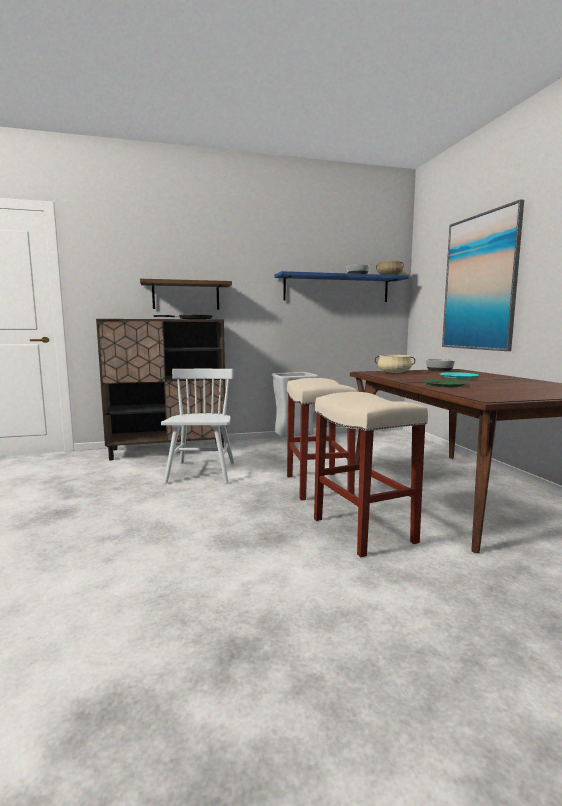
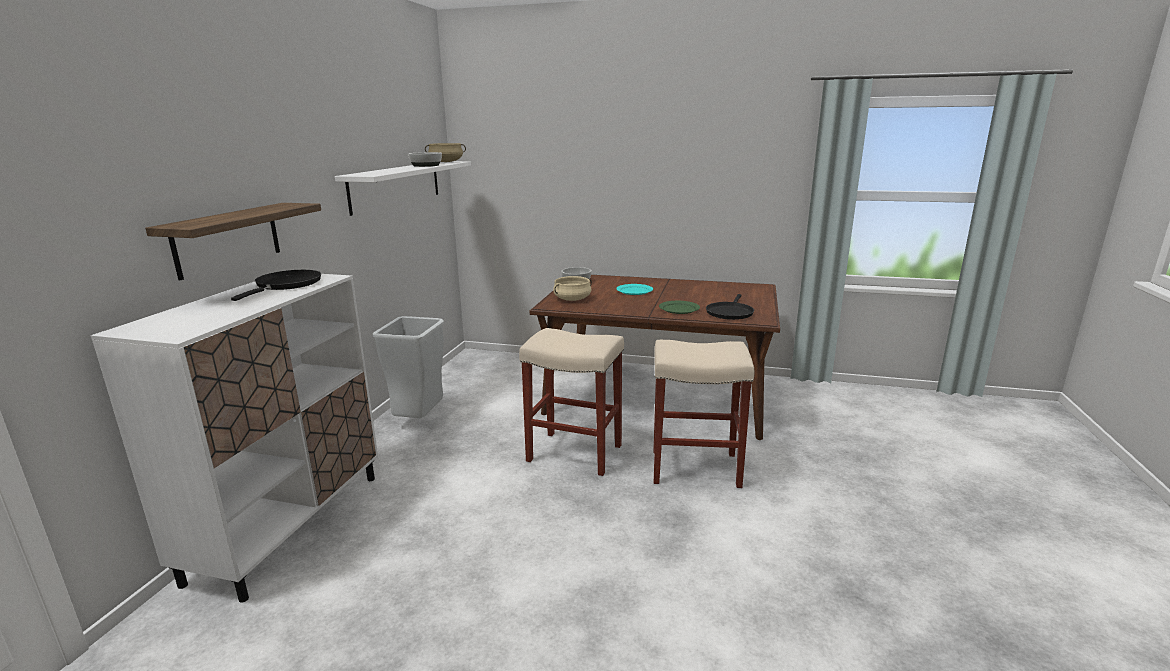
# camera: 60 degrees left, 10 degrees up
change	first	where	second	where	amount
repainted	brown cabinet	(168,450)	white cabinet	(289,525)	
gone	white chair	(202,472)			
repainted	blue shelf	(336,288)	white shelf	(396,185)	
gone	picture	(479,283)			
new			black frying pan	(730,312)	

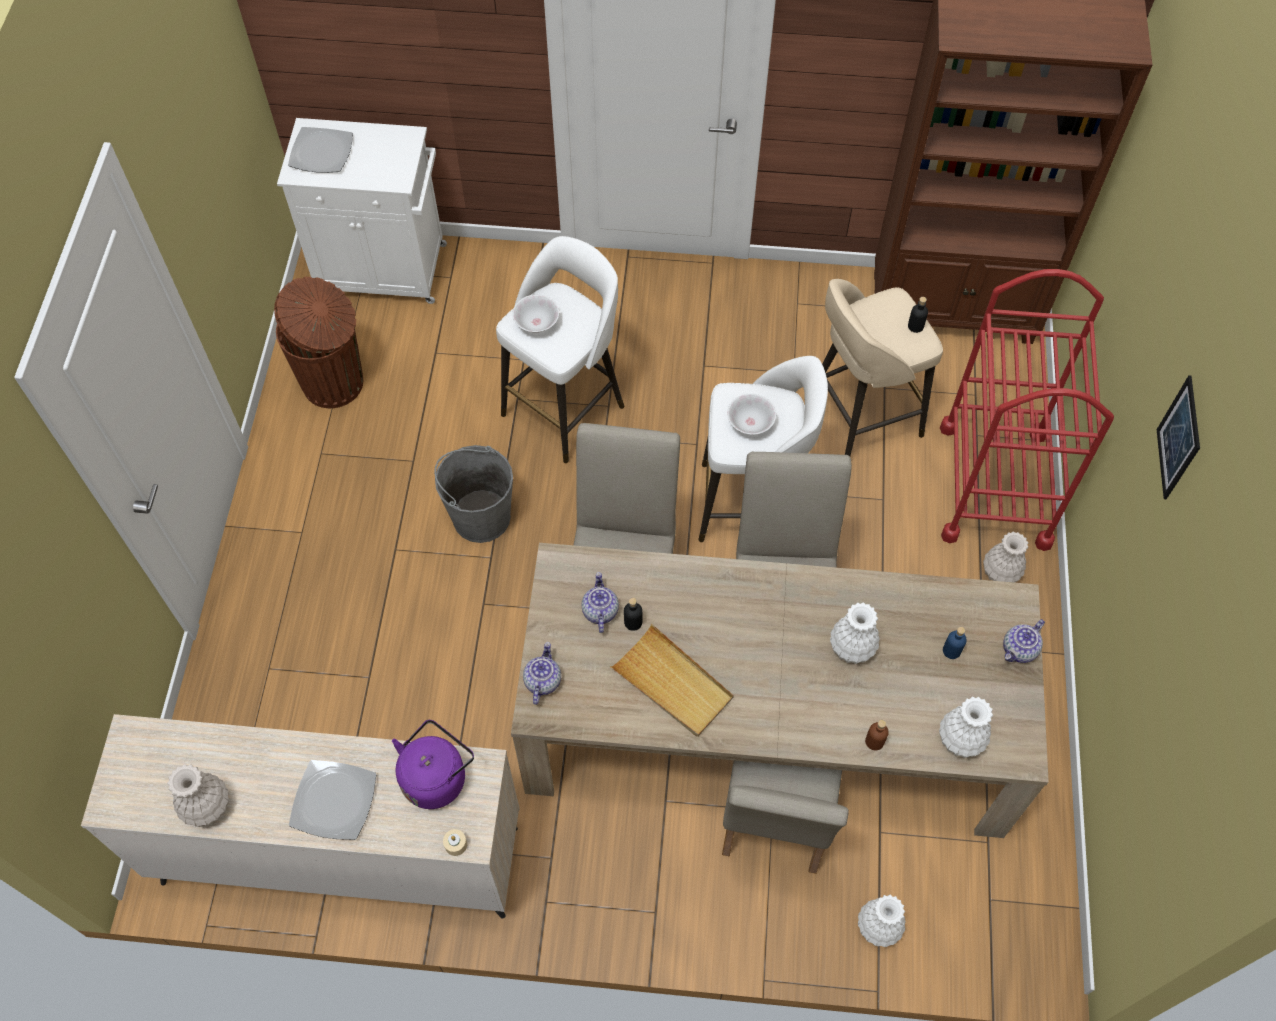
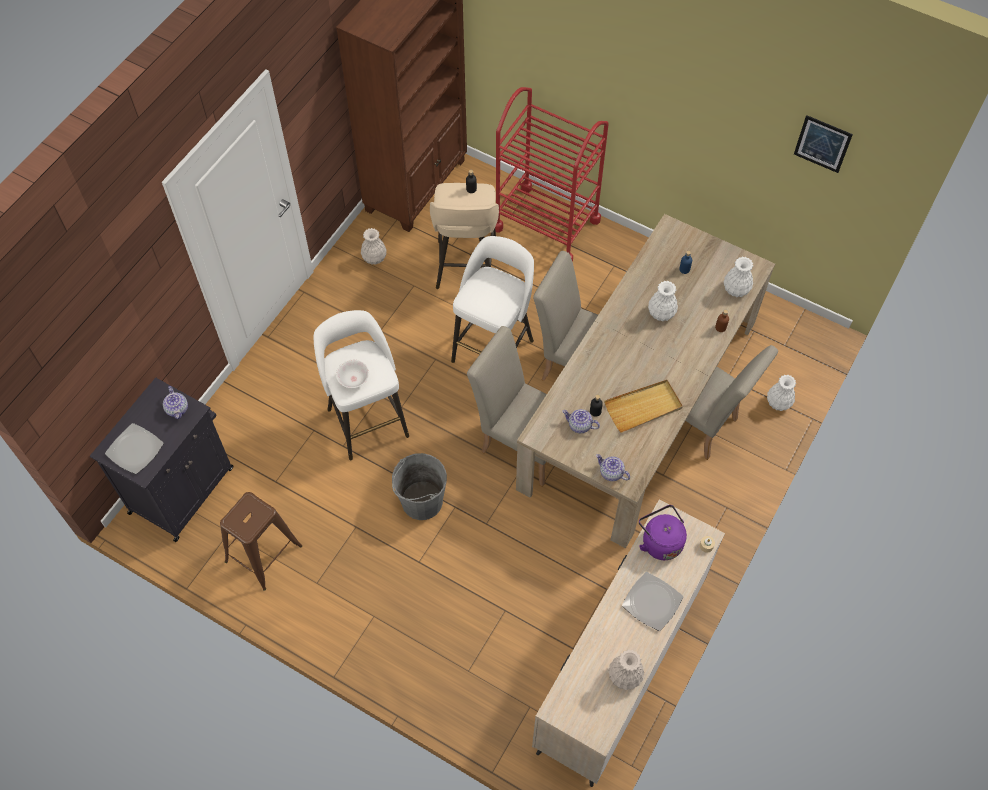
# camera: 65 degrees left, 0 degrees up
change	first	where	second	where	amount
swapped	brown trash can	(335,383)	brown stool	(263,554)	
repainted	white cabinet	(384,270)	black cabinet	(183,488)	
gone	white bowl	(750,423)			
shifted	white vase	(1001,572)		(374,257)	
shifted	teapot	(1019,650)		(177,409)	
shifted	picture	(1178,438)		(822,144)	

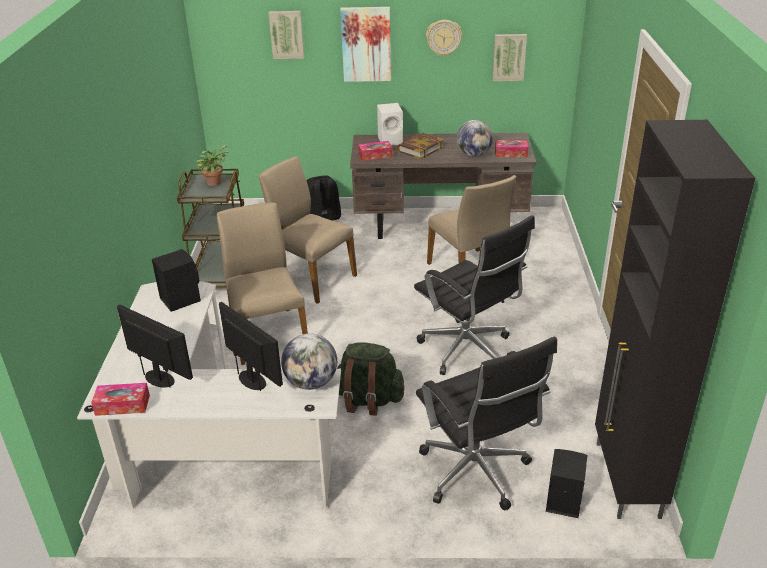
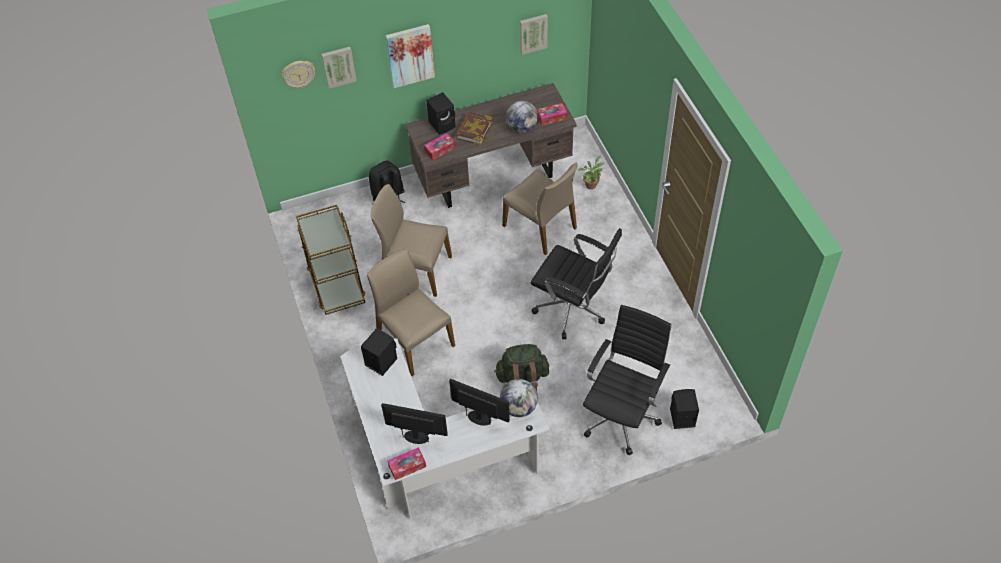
# camera: 20 degrees left, 20 degrees up
change	first	where	second	where	amount
shifted	potted plant	(215,182)		(591,184)	
repainted	white speaker	(391,140)	black speaker	(443,124)	
rotated	black office chair	(477,475)		(622,416)	105 degrees counterclockwise
shifted	wall clock	(443,37)		(298,73)	
gone	black cabinet	(626,480)			

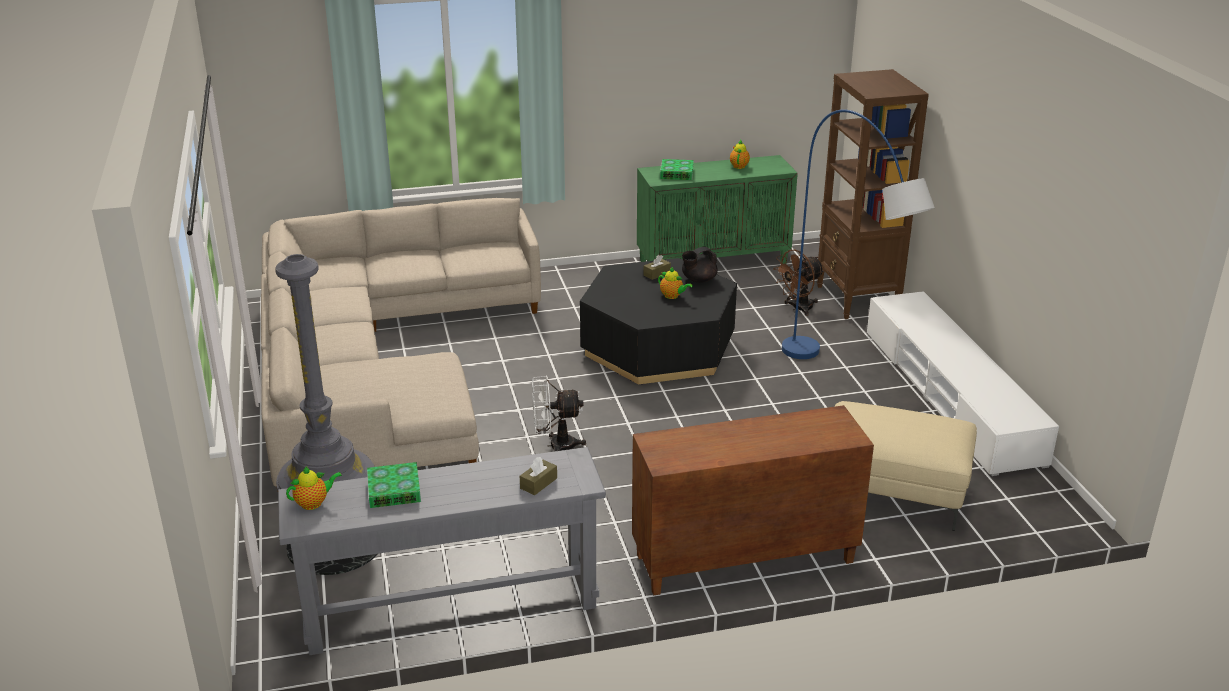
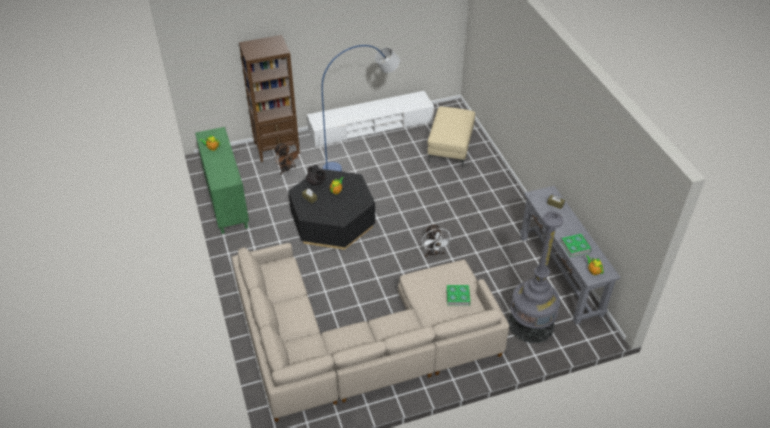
# camera: 95 degrees left, 15 degrees up
change	first	where	second	where	amount
gone	brown cabinet	(743,560)			
shifted	book	(677,173)		(458,297)	

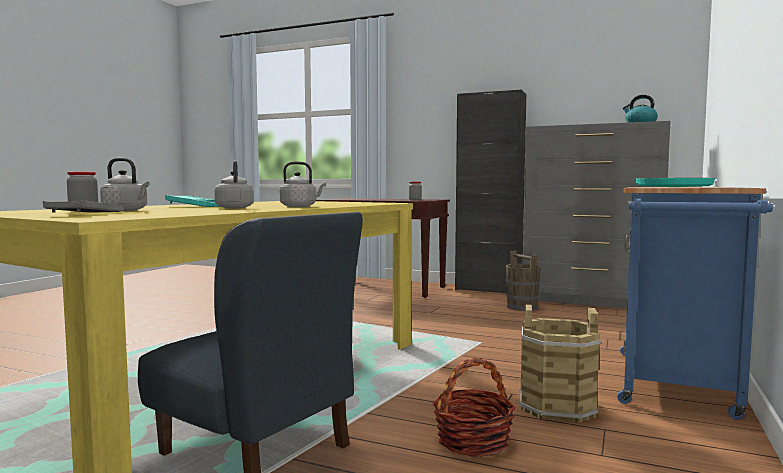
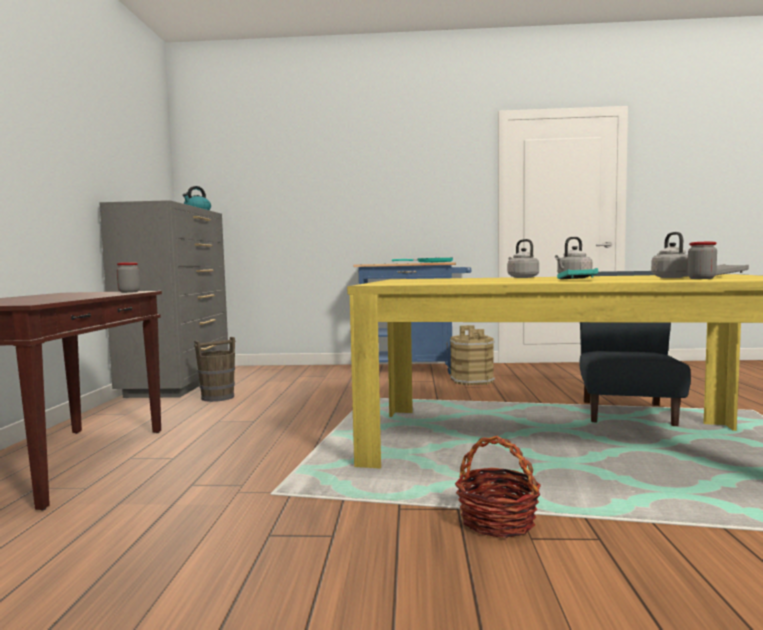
# camera: 110 degrees left, 0 degrees up
change	first	where	second	where	amount
shifted	basket	(473,441)		(497,521)	
gone	black cabinet	(488,290)			

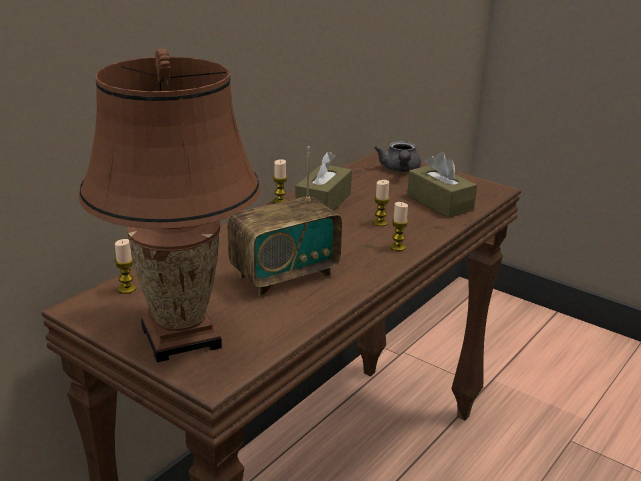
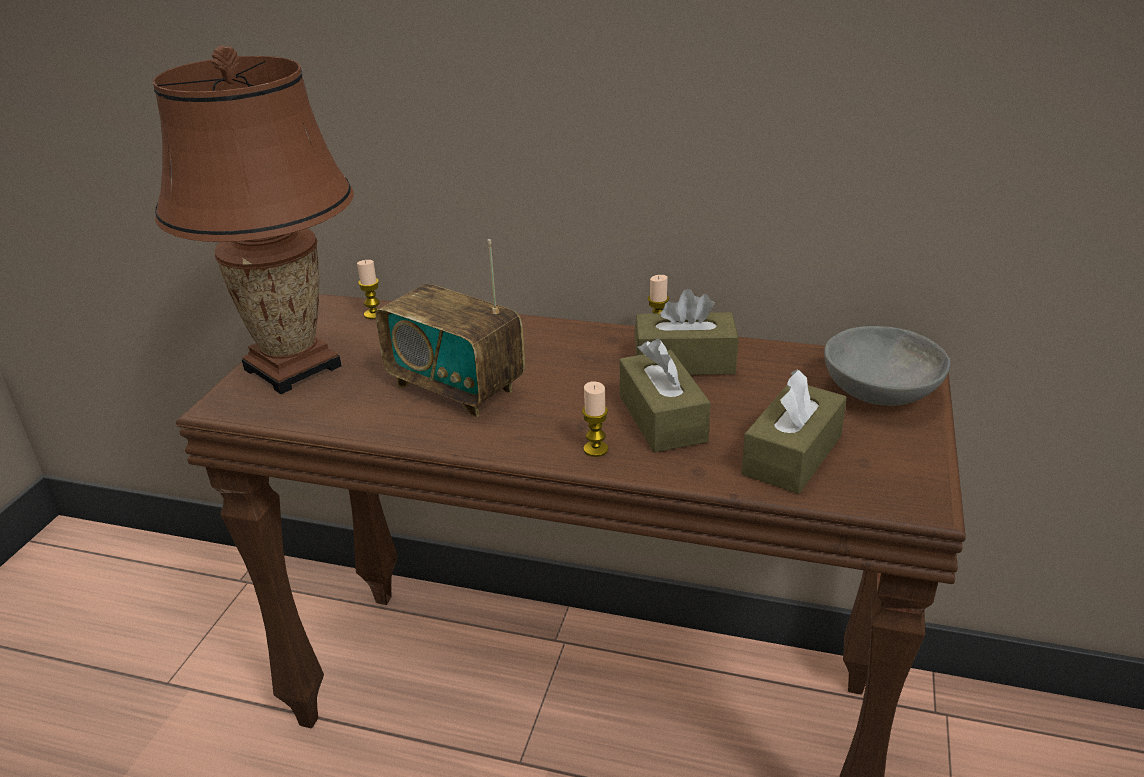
# camera: 70 degrees right, 5 degrees up
change	first	where	second	where	amount
swapped	candle	(380,223)	brown tissue box	(662,418)	
swapped	grey teapot	(400,170)	grey bowl	(881,393)	

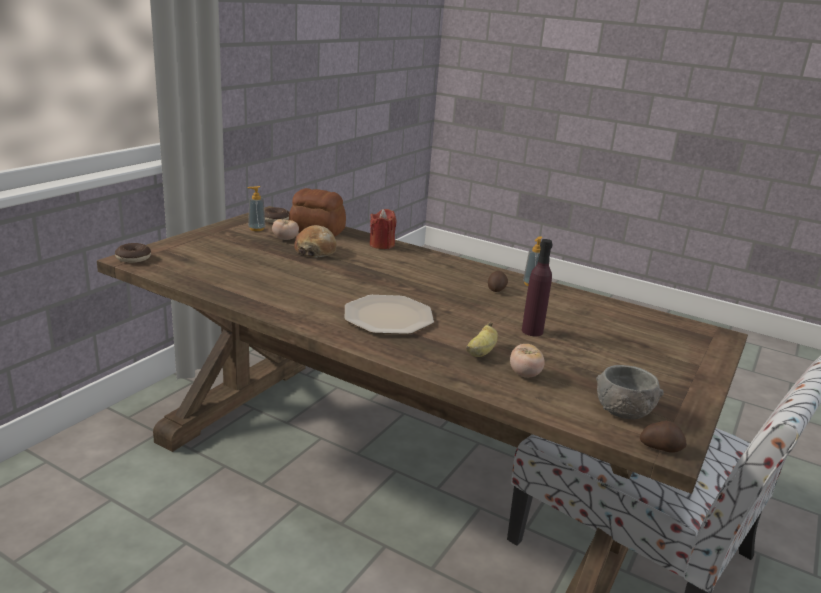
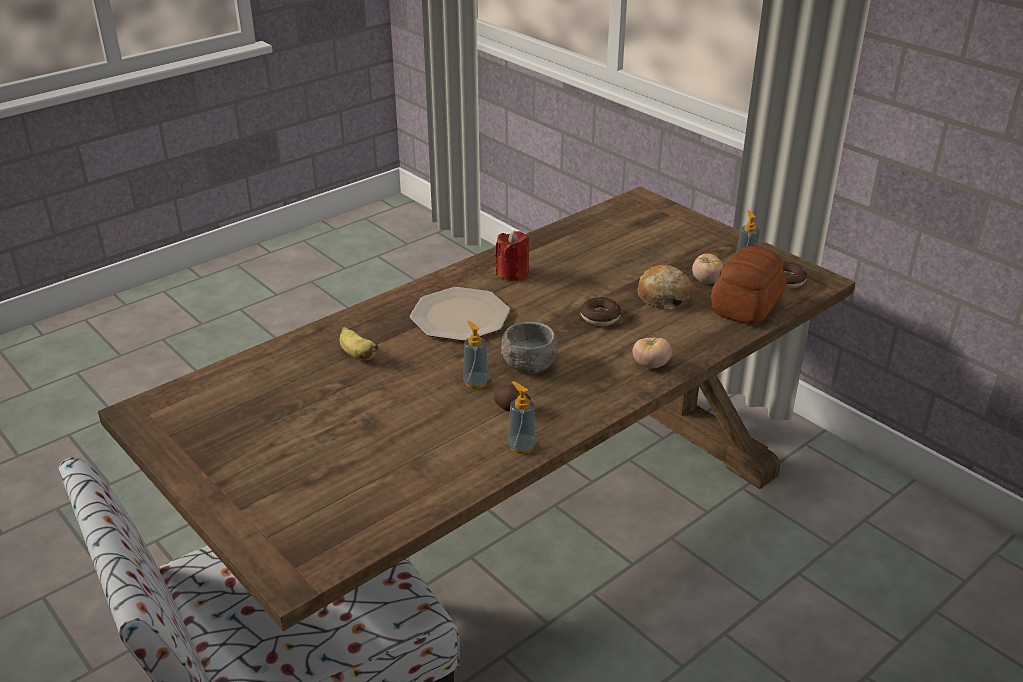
# camera: 110 degrees right, 10 degrees up
change	first	where	second	where	amount
shifted	donut	(133,258)		(600,317)	
shifted	red candle	(382,245)		(513,273)	
shifted	tomato	(525,374)		(650,365)	
gone	purple bottle	(532,331)			
shifted	grey bowl	(623,410)		(529,364)	
gone	potato	(660,447)			
new			soap dispenser	(476,382)	

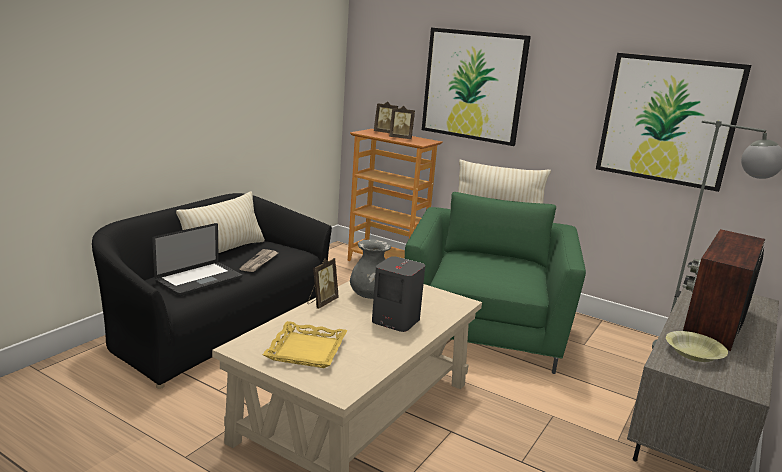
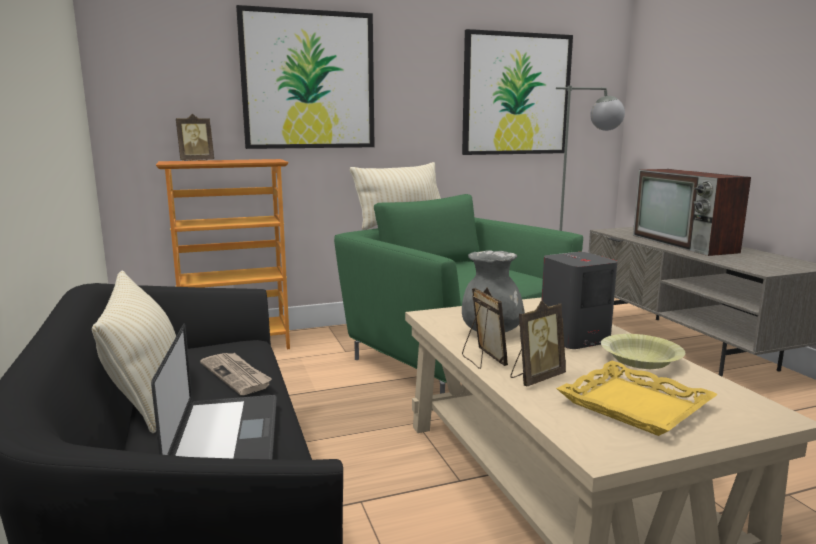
# camera: 50 degrees left, 5 degrees down
change	first	where	second	where	amount
shifted	picture frame	(401,138)		(535,378)	
shifted	yellow bowl	(693,354)		(640,361)	

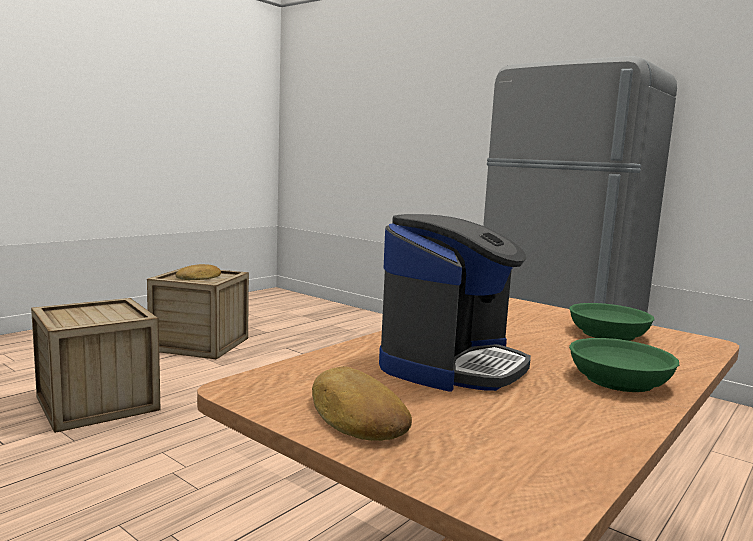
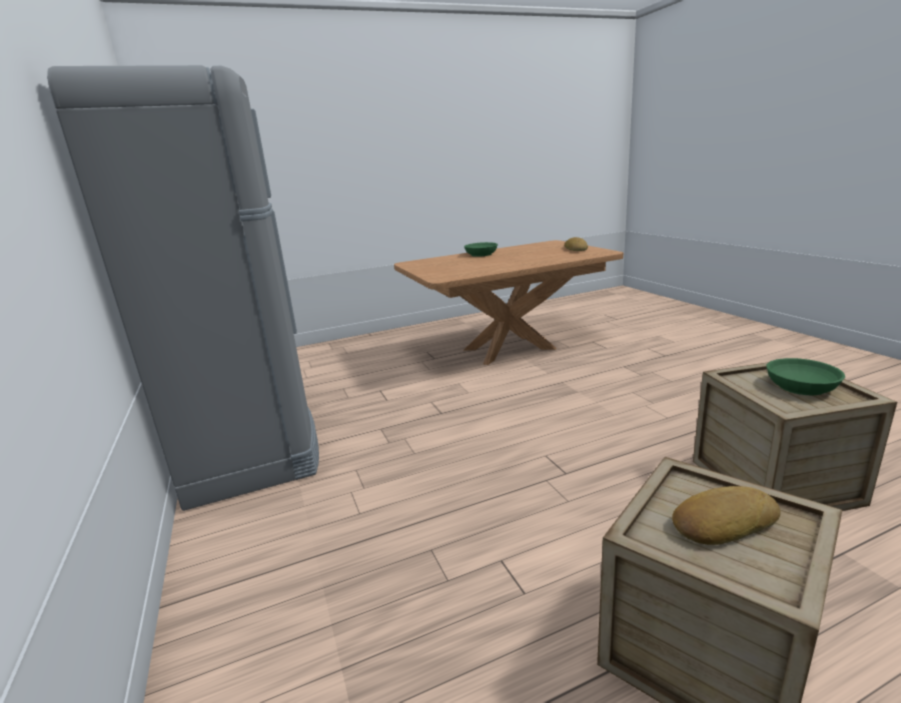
# camera: 150 degrees left, 10 degrees up
change	first	where	second	where	amount
gone	coffee machine	(451,365)			
shifted	green bowl	(608,334)		(801,386)	

